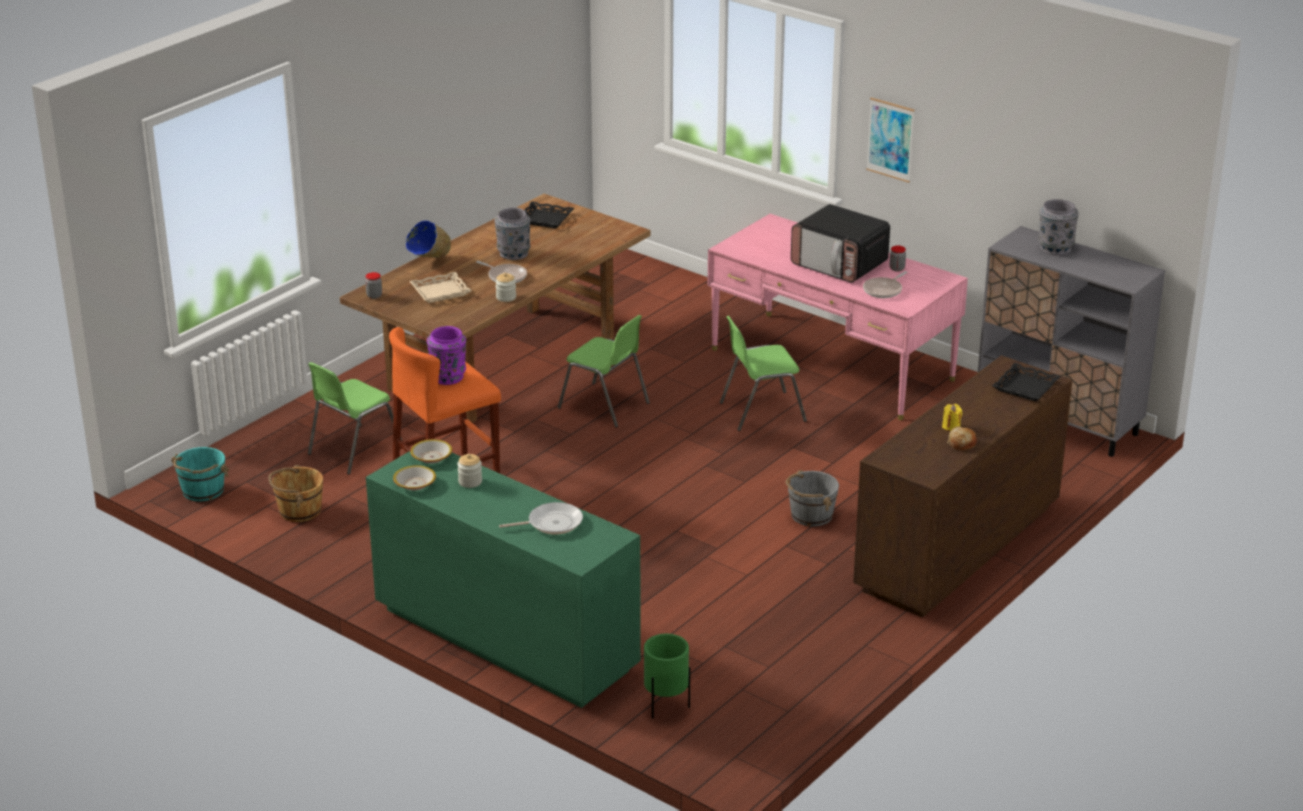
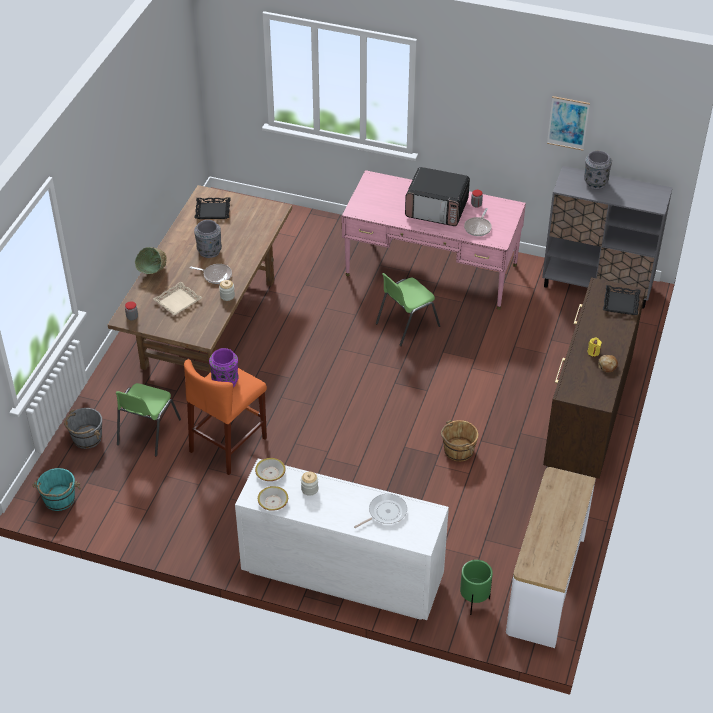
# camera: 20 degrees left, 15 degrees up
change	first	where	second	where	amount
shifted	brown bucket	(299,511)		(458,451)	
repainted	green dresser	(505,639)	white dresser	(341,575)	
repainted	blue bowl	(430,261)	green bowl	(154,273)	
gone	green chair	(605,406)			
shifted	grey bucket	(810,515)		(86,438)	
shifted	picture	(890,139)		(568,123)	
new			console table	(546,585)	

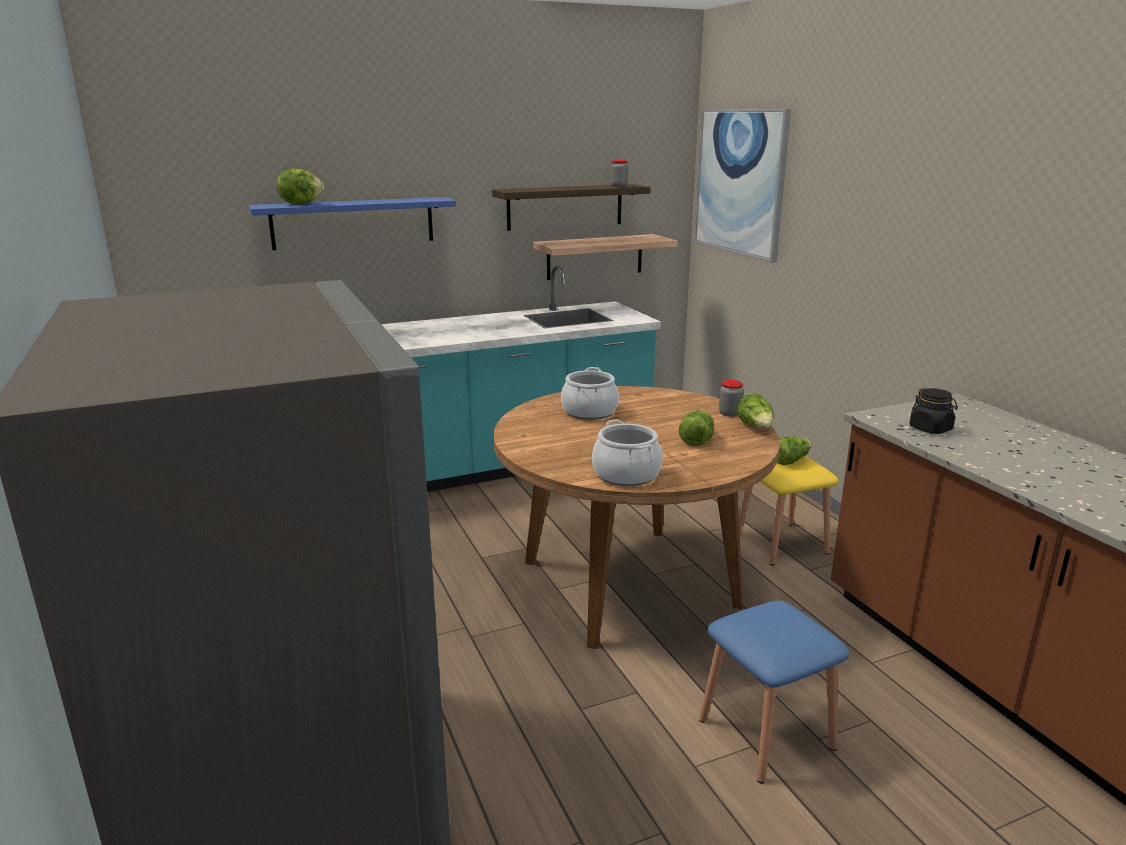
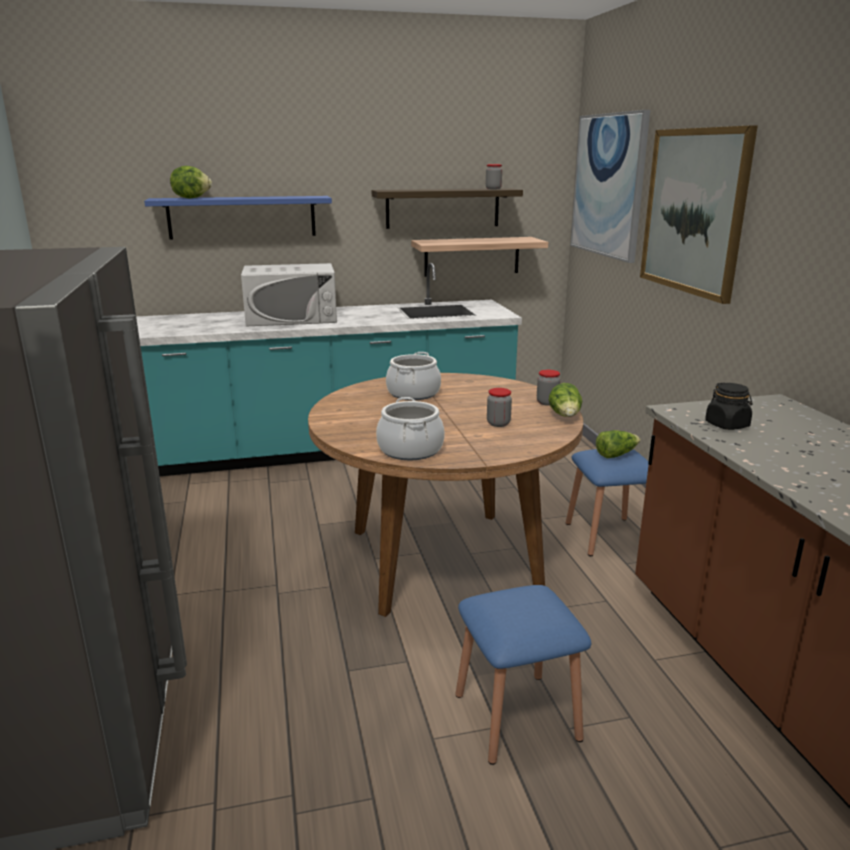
# camera: 10 degrees right, 0 degrees up
change	first	where	second	where	amount
swapped	lettuce	(696,439)	jar	(498,423)	
repainted	yellow stool	(781,543)	blue stool	(608,536)	
new			white microwave	(291,318)	
new			picture	(694,211)	

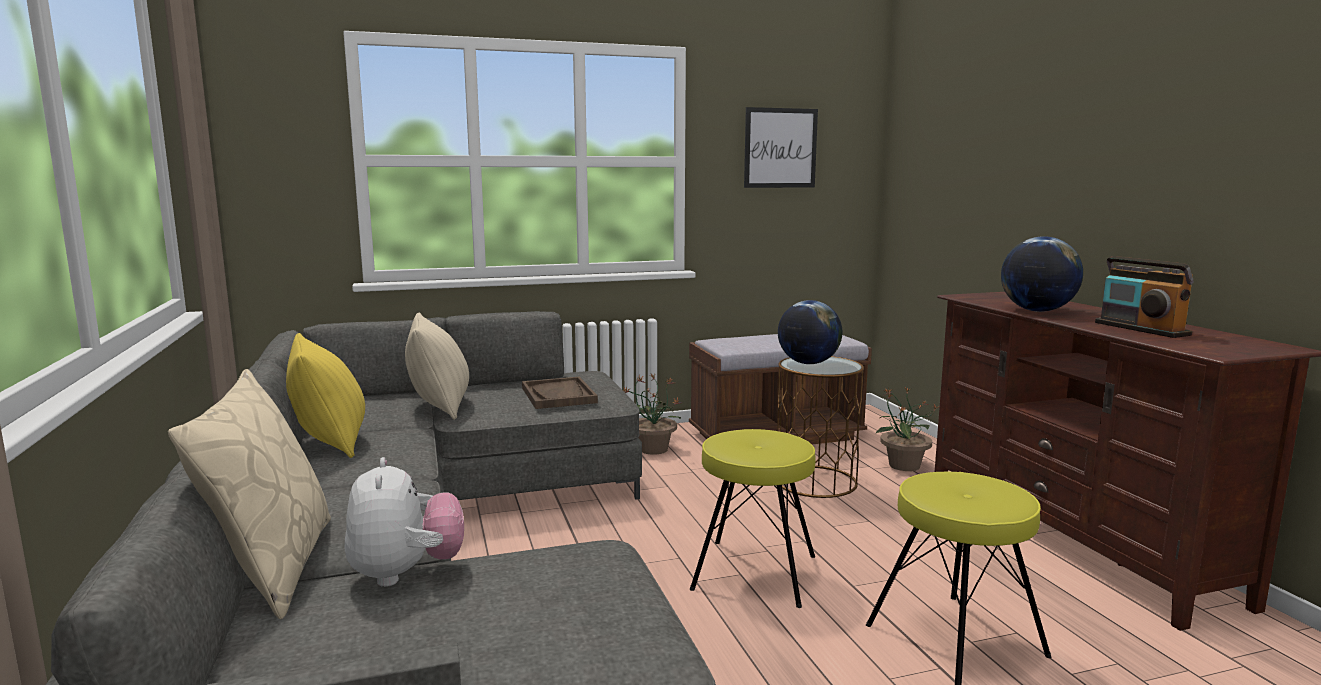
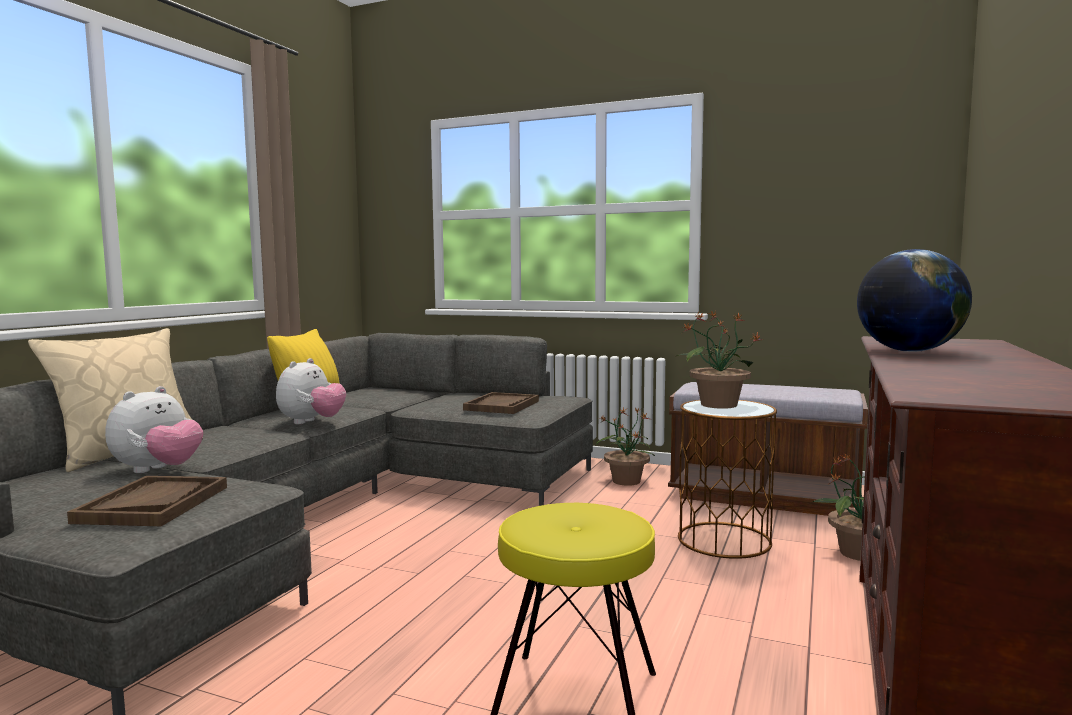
# camera: 40 degrees right, 5 degrees down
change	first	where	second	where	amount
gone	beige pillow	(440,406)			
gone	yellow stool	(754,571)			
gone	picture	(780,148)			
swapped	globe	(808,363)	potted plant	(717,404)	
gone	radio	(1141,329)			
new			brown tray	(153,504)	
new			plush toy	(311,422)	

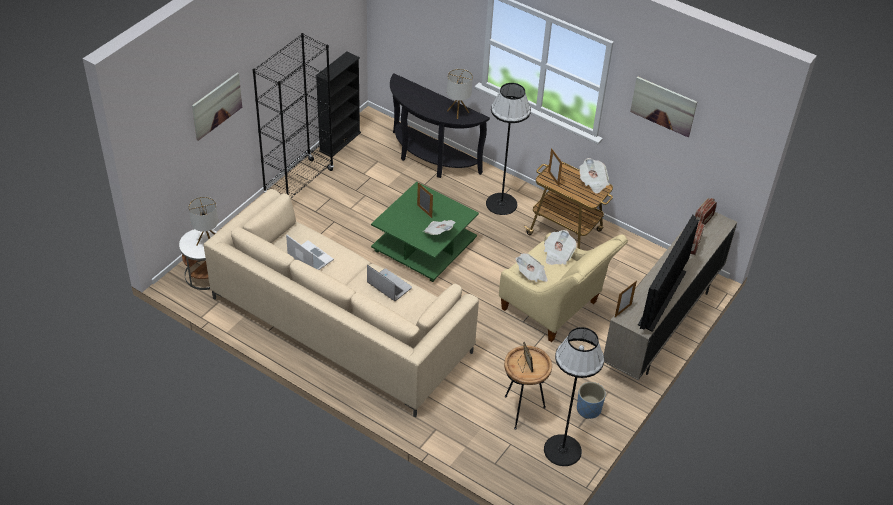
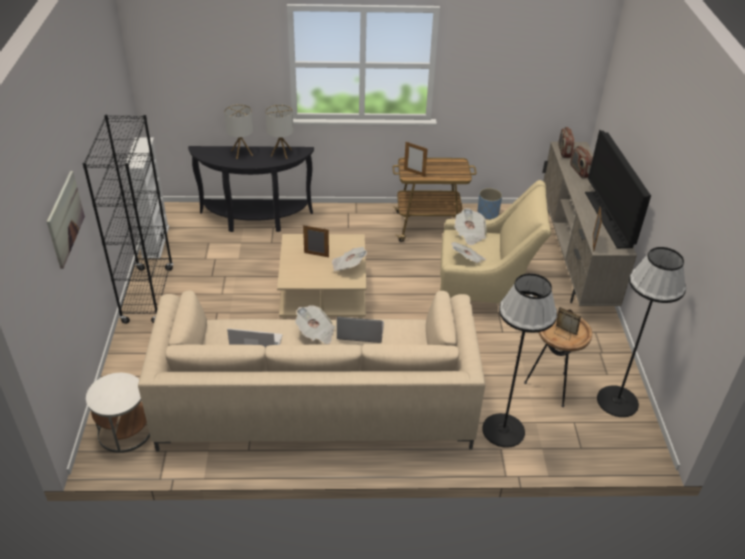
# camera: 35 degrees left, 5 degrees down
change	first	where	second	where	amount
shifted	table lamp	(207,240)		(241,153)	
repainted	black bookcase	(340,141)	white bookcase	(155,242)	
repainted	green coffee table	(423,246)	beige coffee table	(322,294)	
shifted	black floor lamp	(501,204)		(503,430)	
shifted	blue planter	(588,409)		(487,214)	
shifted	newspaper	(593,182)		(316,333)	
gone	picture	(663,106)			

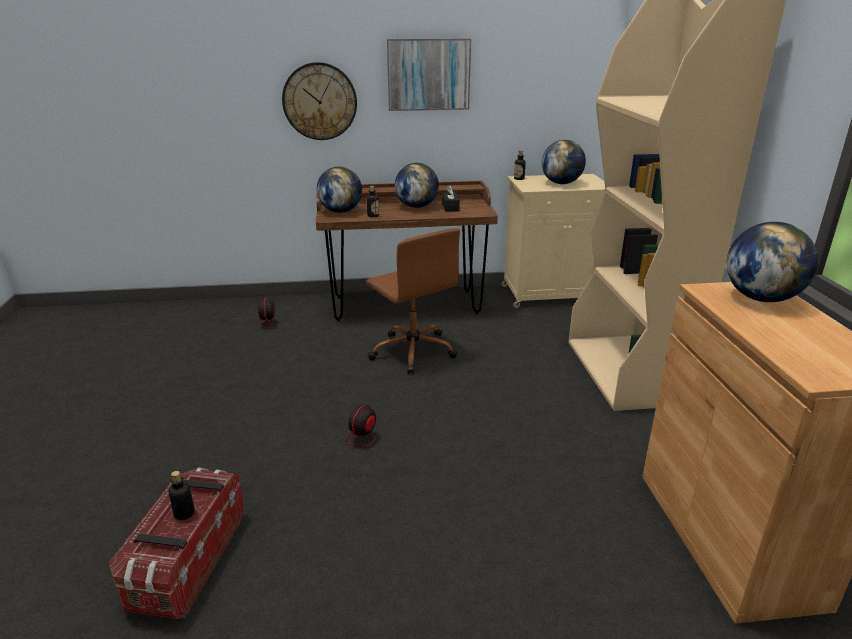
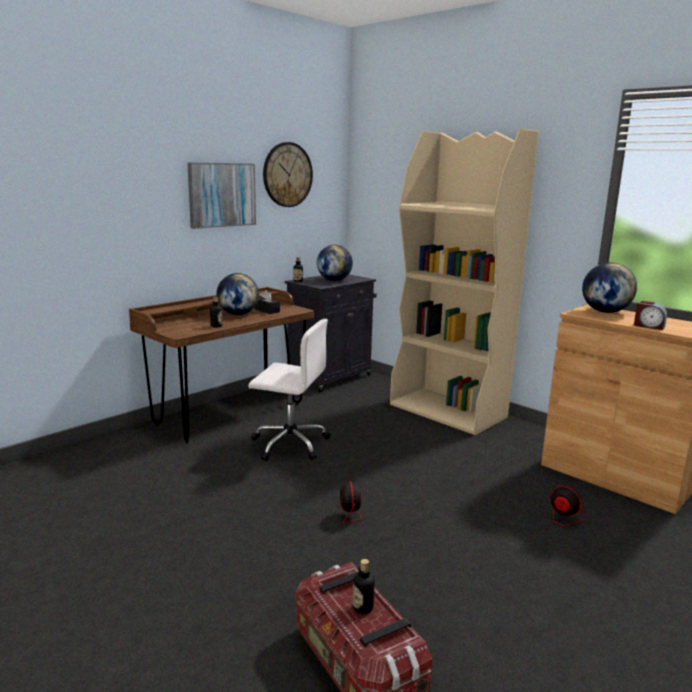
# camera: 40 degrees left, 10 degrees down
change	first	where	second	where	amount
shifted	fan	(259,321)		(547,520)	
shifted	wall clock	(319,101)		(287,175)	
gone	globe	(340,211)			
repainted	brown office chair	(412,350)	white office chair	(289,443)	
repainted	beige cabinet	(551,294)	black cabinet	(330,377)	
new			alarm clock	(648,326)	

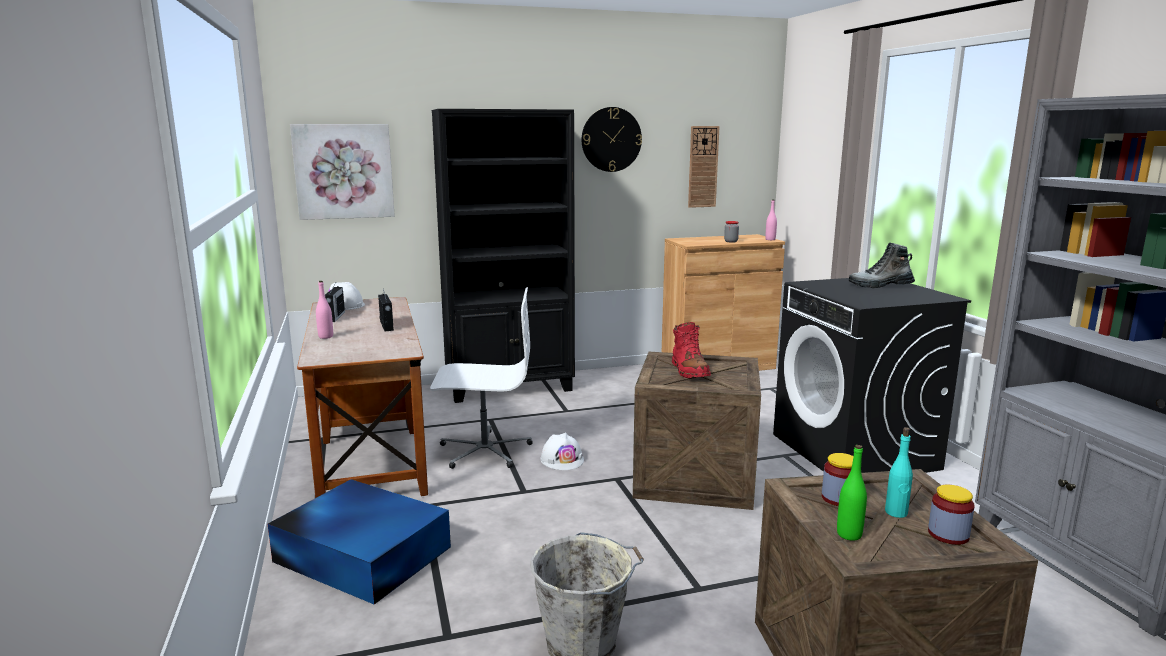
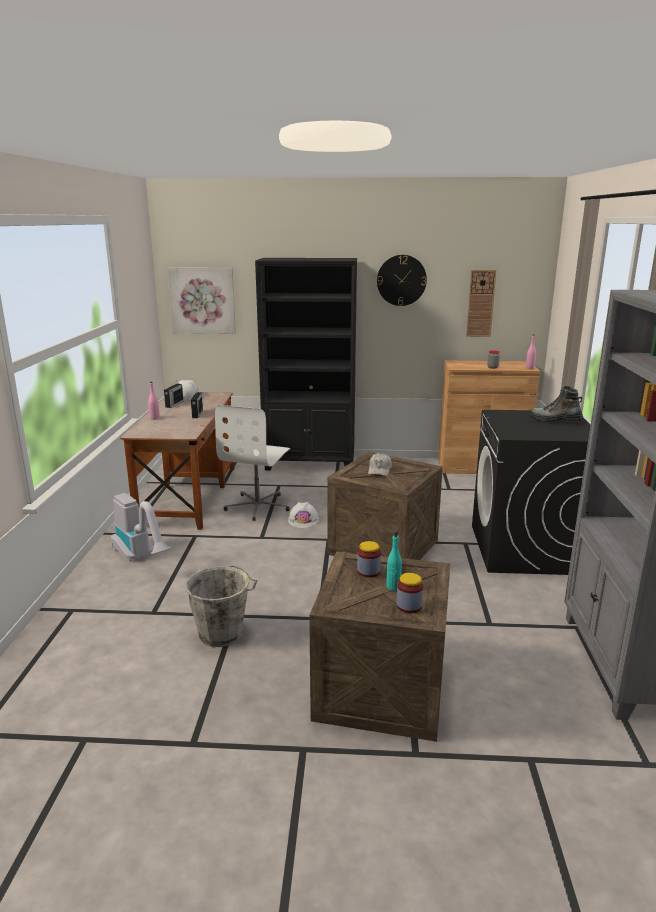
# camera: 20 degrees right, 5 degrees up
change	first	where	second	where	amount
swapped	blue storage box	(362,553)	vacuum cleaner	(141,557)	
rotated	white office chair	(484,450)		(258,506)	90 degrees clockwise
swapped	red boot	(689,371)	white cap	(379,470)	
gone	green bottle	(849,534)			

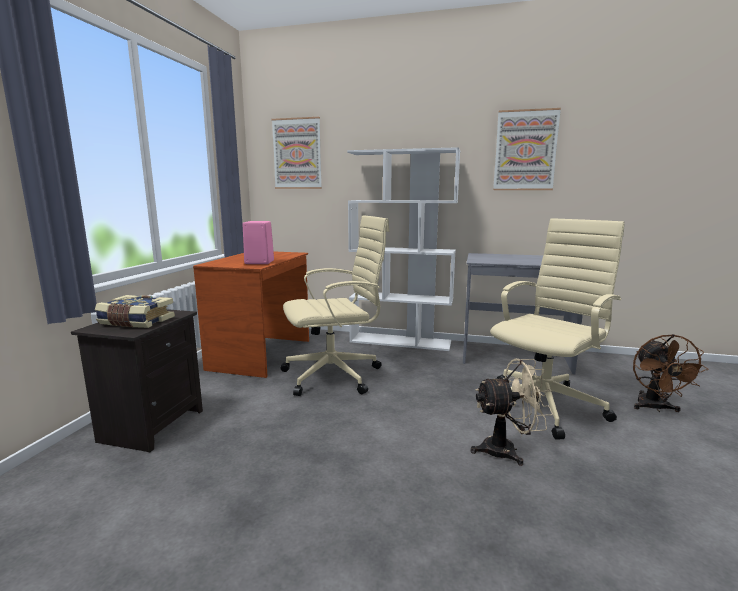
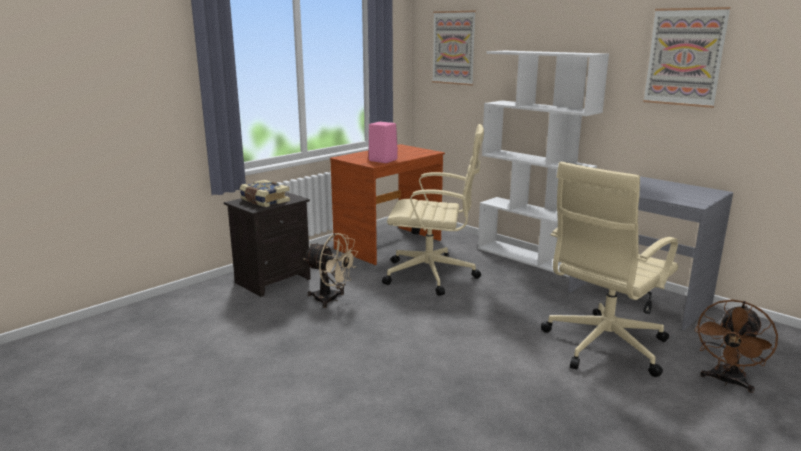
# camera: 30 degrees right, 5 degrees up
change	first	where	second	where	amount
shifted	beige fan	(507,450)		(331,300)	
rotated	beige office chair	(545,404)		(602,346)	150 degrees clockwise

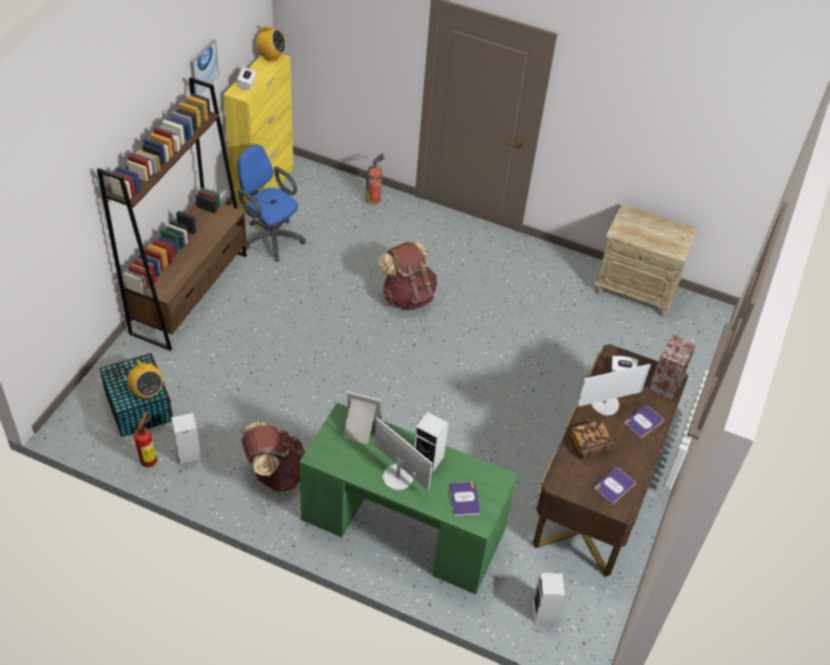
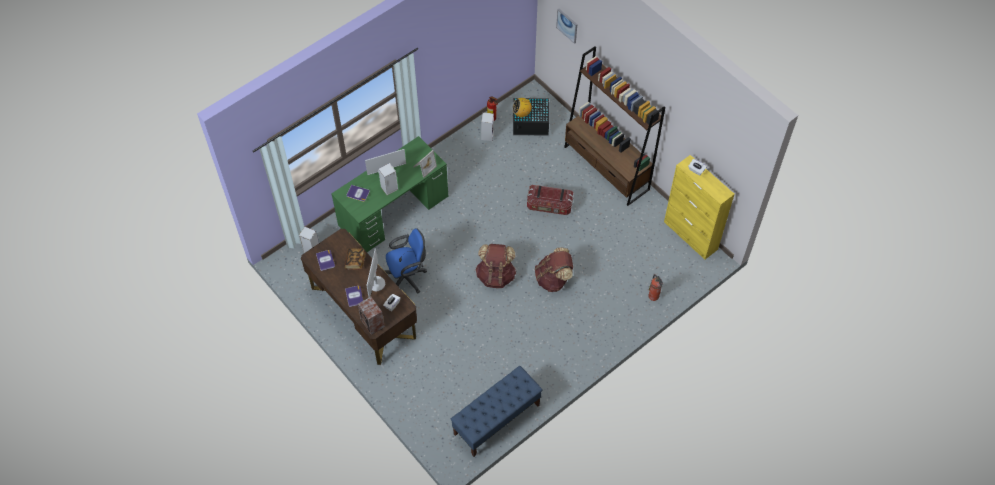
# camera: 120 degrees right, 10 degrees up
change	first	where	second	where	amount
shifted	picture	(203,68)		(567,25)	
shifted	blue office chair	(270,237)		(407,277)	
shifted	brown backpack	(275,473)		(496,275)	
gone	radio	(271,57)			
swapped	beige nightstand	(635,290)	blue bench	(496,420)	
new			storage box	(549,206)	

